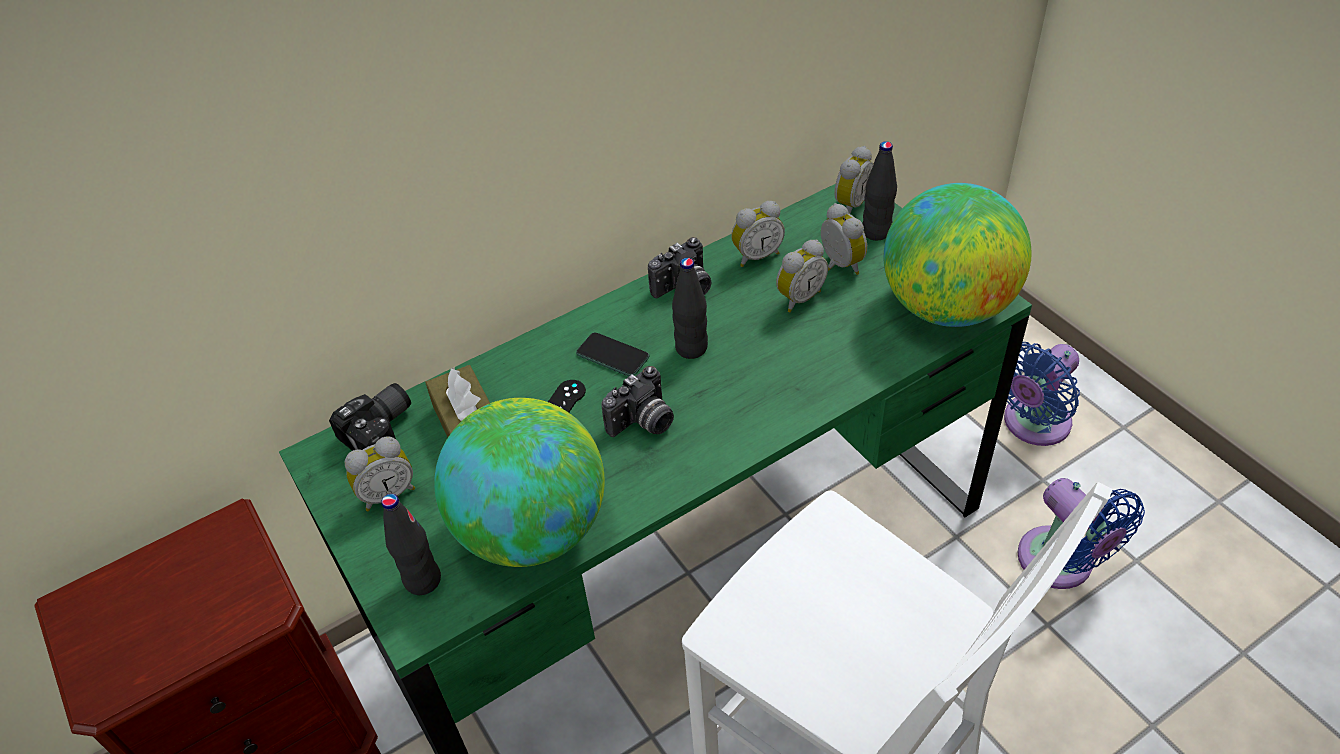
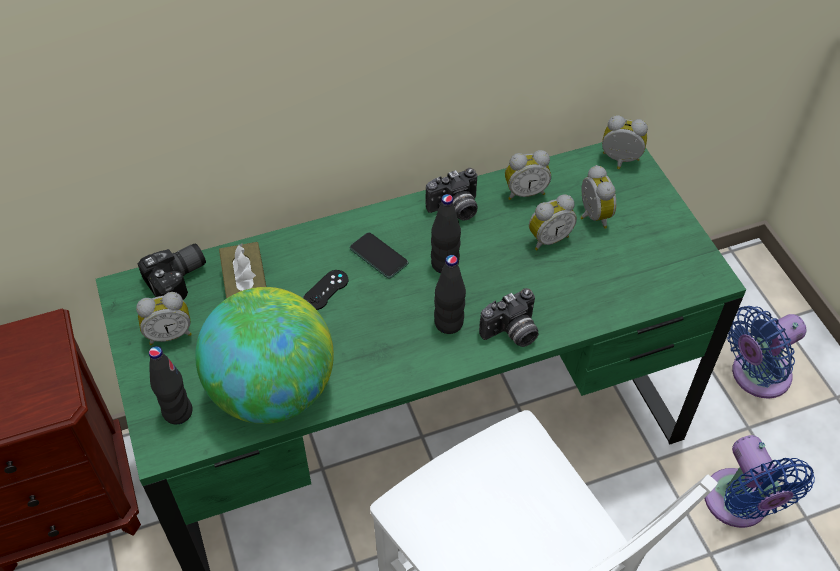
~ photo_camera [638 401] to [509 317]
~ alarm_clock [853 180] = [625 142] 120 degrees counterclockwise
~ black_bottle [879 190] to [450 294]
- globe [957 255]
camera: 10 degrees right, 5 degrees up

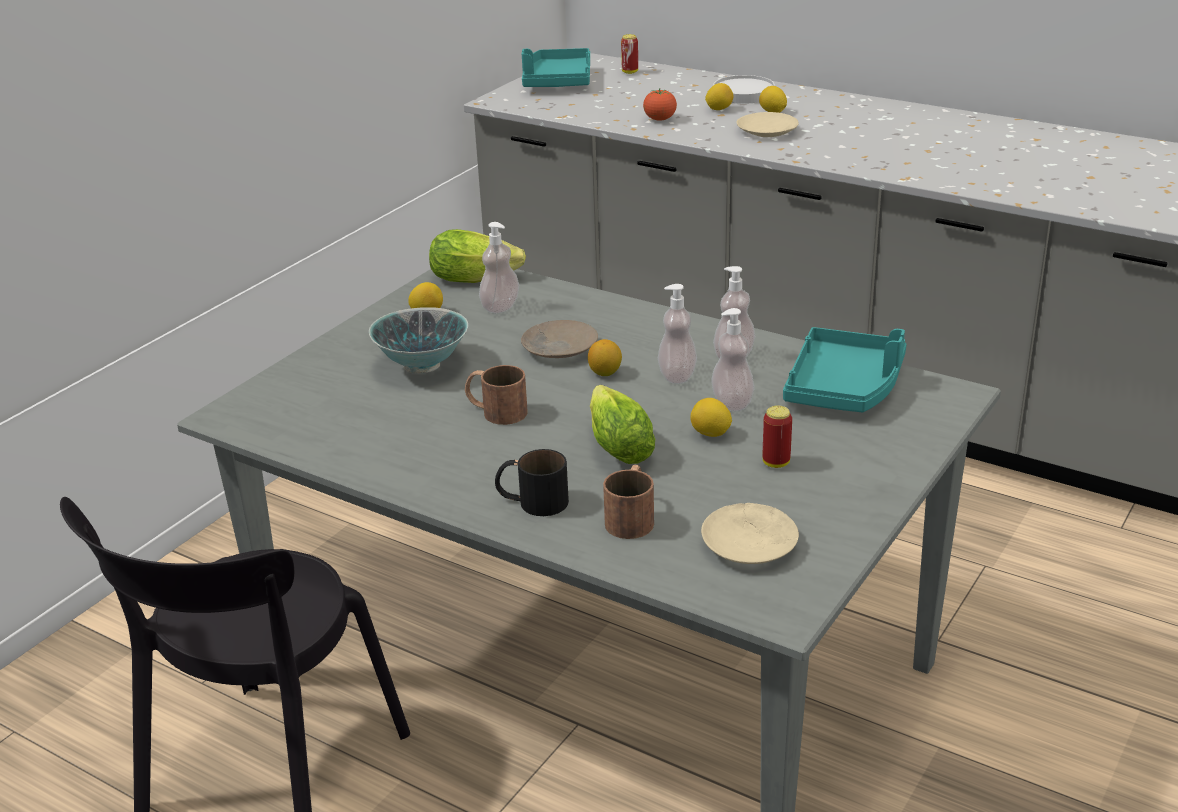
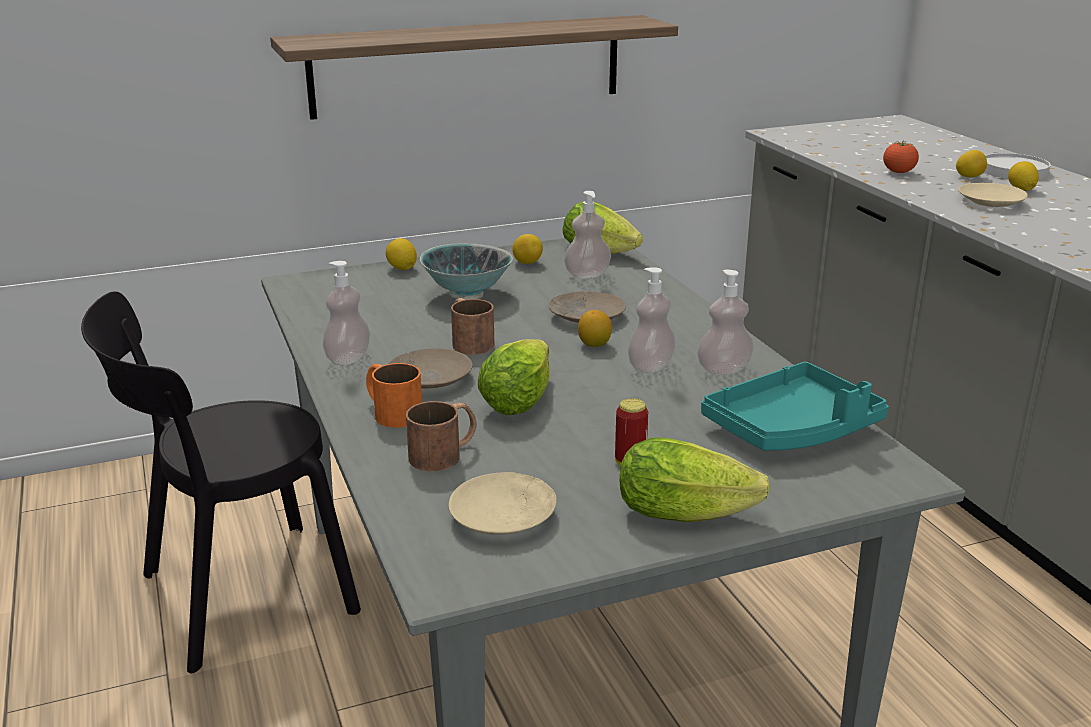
~ black_mug [532 482] to orange_mug [394 395]
- turquoise_tray [556 67]
- can [629 54]
~ lemon [711 417] to [401 254]
~ soap_dispenser [732 359] to [346 313]
+ shelf [474 67]
+ beige_plate [431 368]
+ lettuce [695 479]
camera: 35 degrees right, 5 degrees down

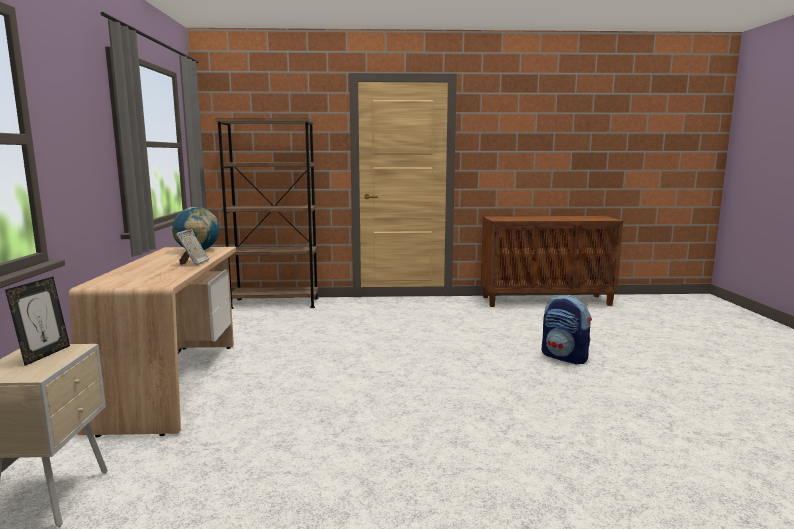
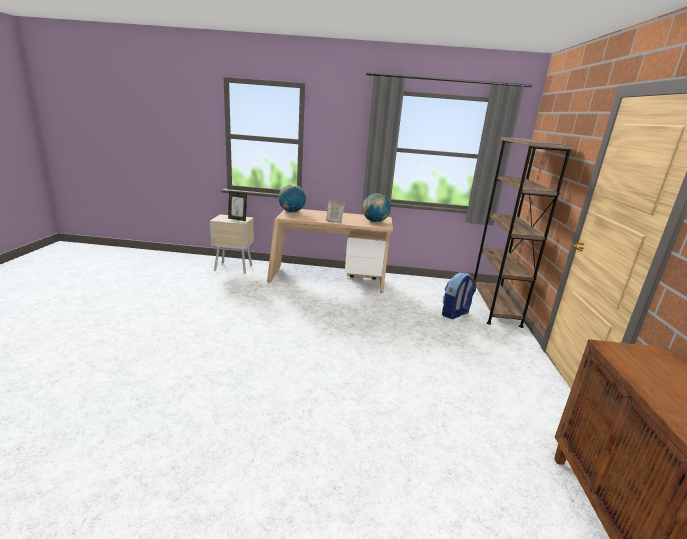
~ backpack [567 330] to [459 296]
+ globe [292 198]
camera: 95 degrees right, 10 degrees up

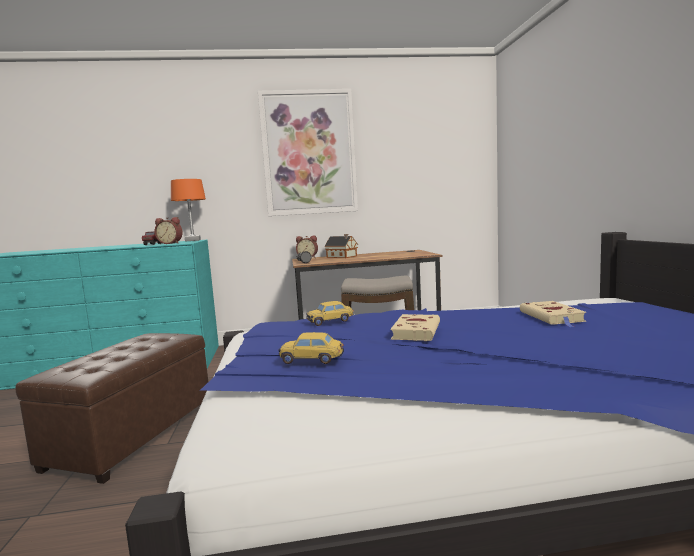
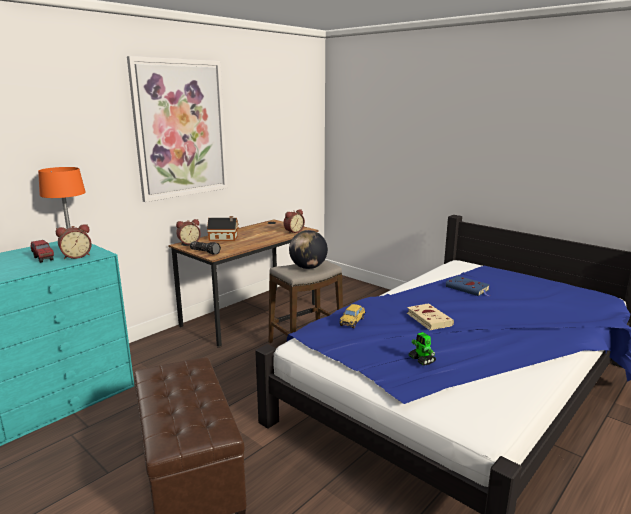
~ toy_car [311 348] to toy_robot [422 349]
~ beige_book [553 314] to blue_book [468 286]
+ alarm_clock [294 221]
+ globe [308 249]
camera: 40 degrees left, 10 degrees up

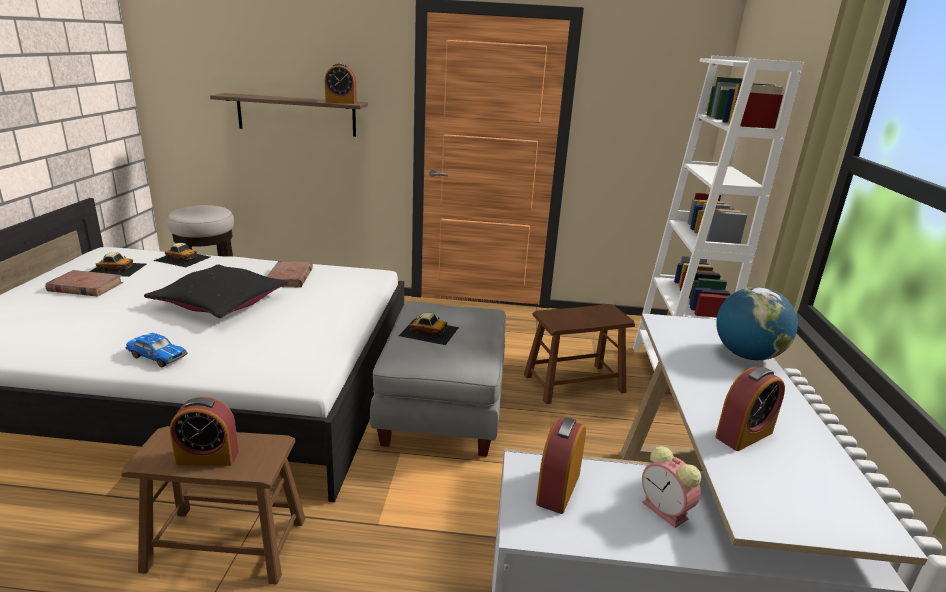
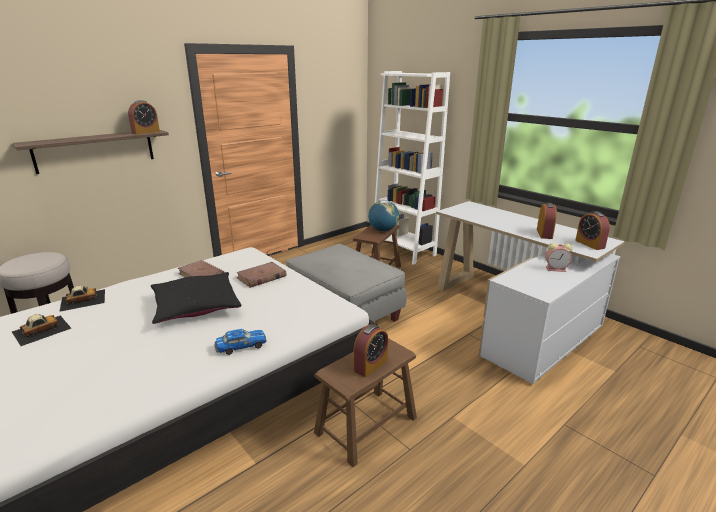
~ brown_book [84 283] to [261 275]
- toy_car [429 328]
~ alarm_clock [561 465] to [592 230]
~ globe [757 323] to [383 215]
camera: 45 degrees left, 0 degrees up

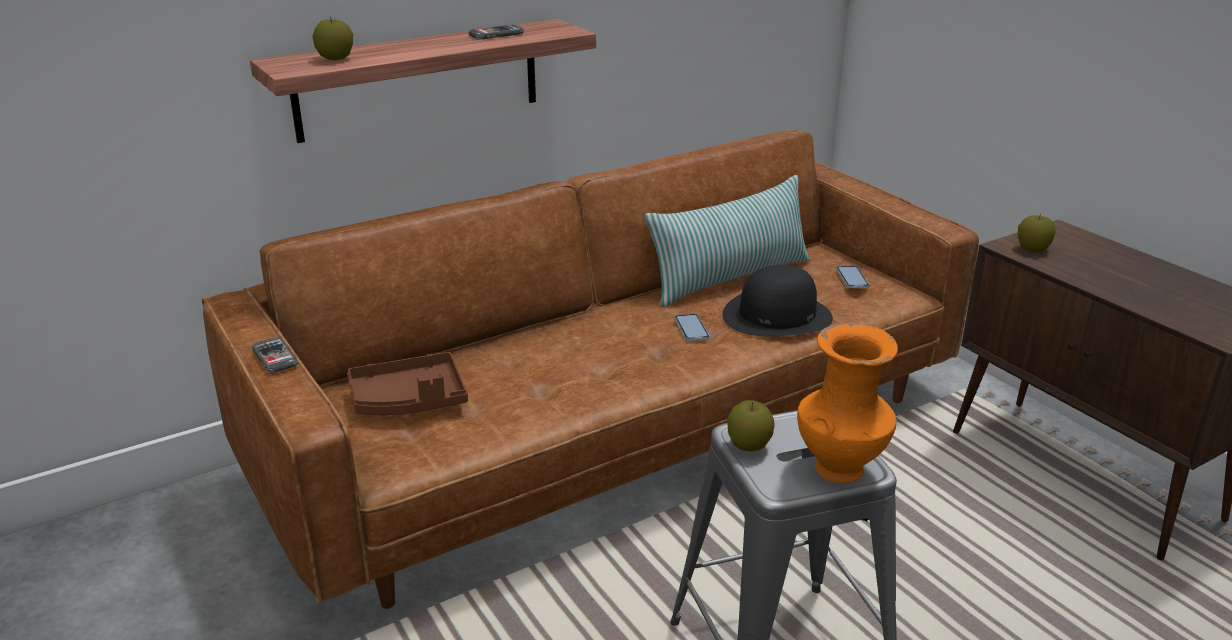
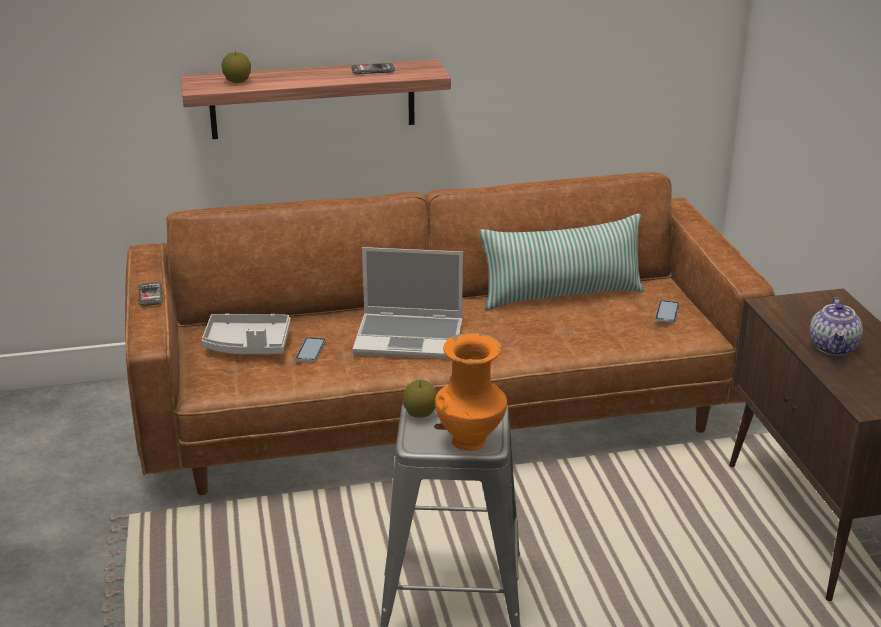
~ brown_tray [407 383] to grey_tray [246 333]
~ phone [692 327] to [310 349]
- black_hat [778 301]
- apple [1037 233]
+ laptop [408 303]
+ teapot [836 326]
camera: 20 degrees right, 0 degrees up

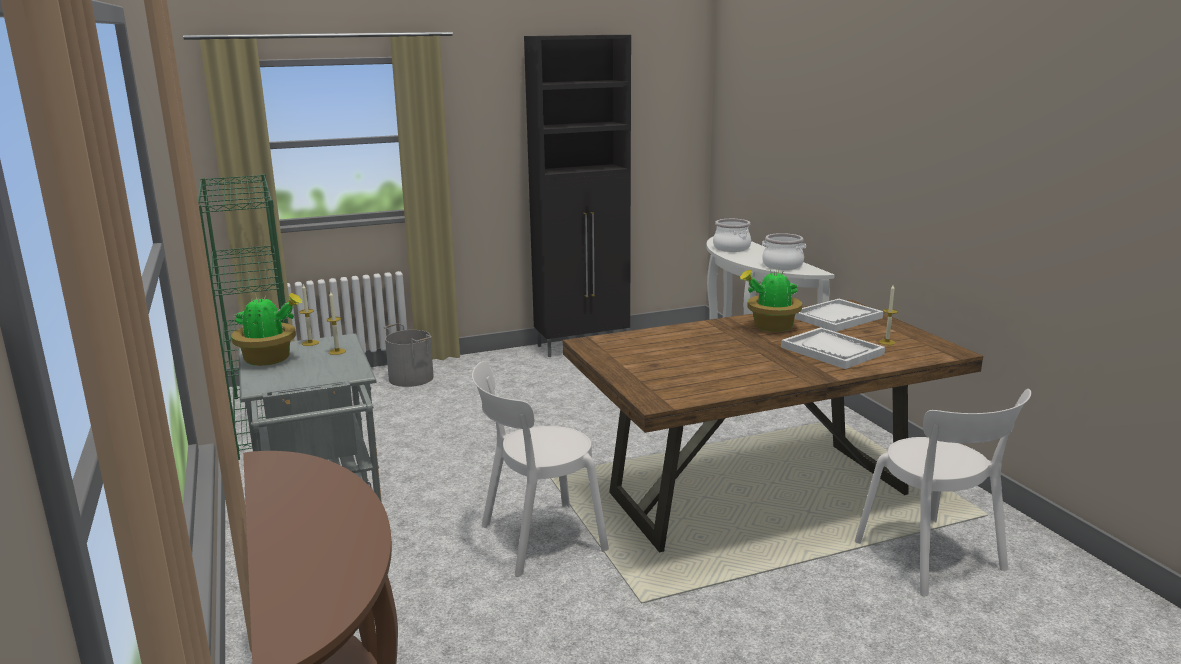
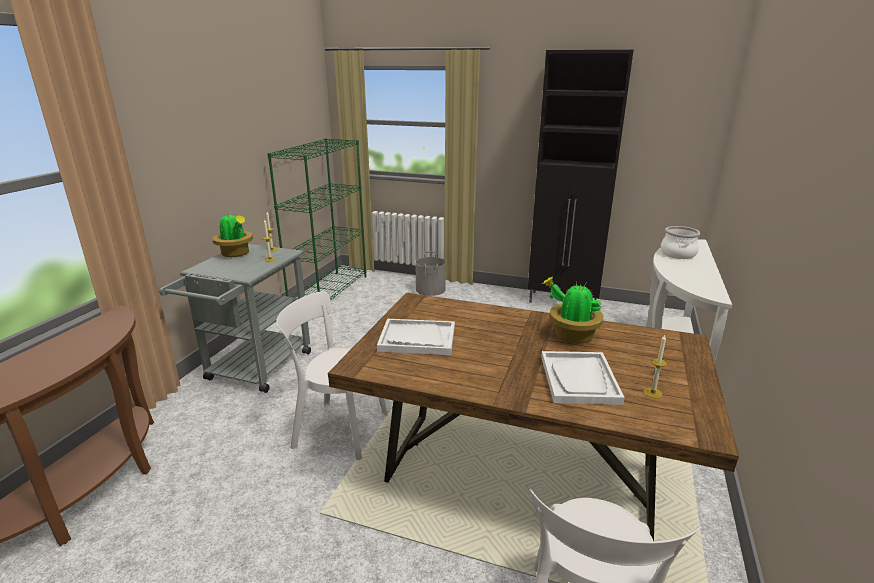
- cooking_pot [784 251]
~ white_tray [838 315] to [416 337]
camera: 40 degrees right, 5 degrees up

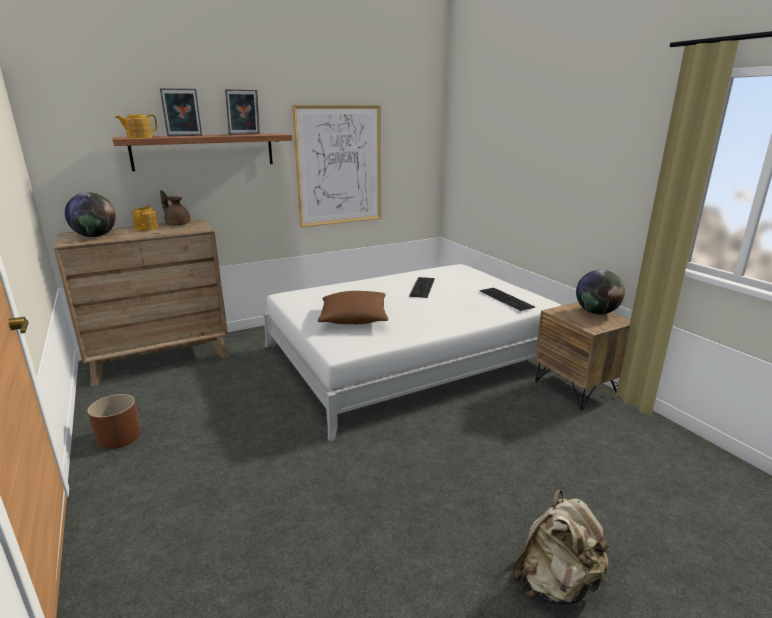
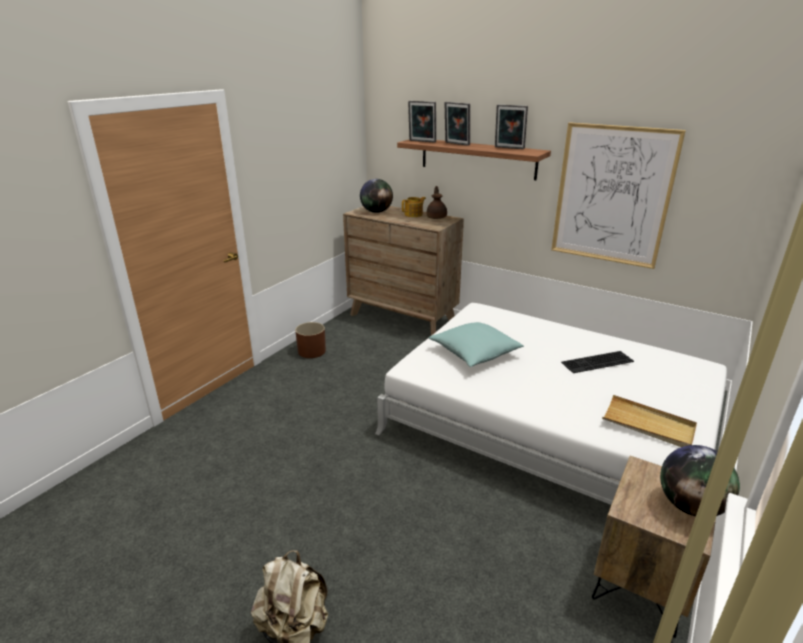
~ teapot [136 126] to picture_frame [422 122]
~ brown_pillow [353 307] to turquoise_pillow [476 344]
~ keyboard [507 299] to beige_tray [649 421]
camera: 60 degrees right, 5 degrees up

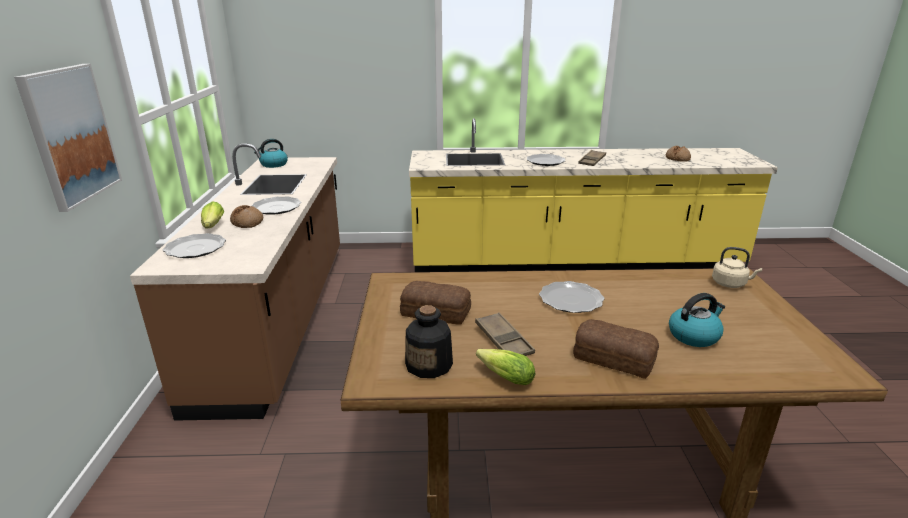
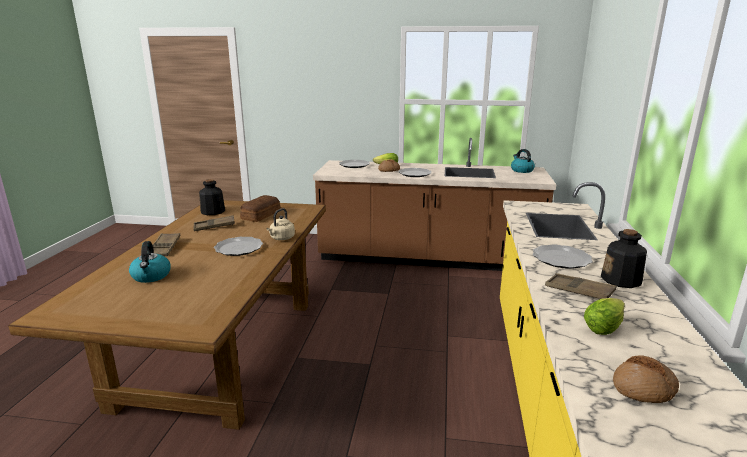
- picture [68 138]
~ lettuce [505 367] to [604 316]
~ bread [616 349] to brown_tray [166 244]
~ beige_kettle [737 267] to [280 224]
+ bottle [624 258]
camera: 100 degrees right, 5 degrees down

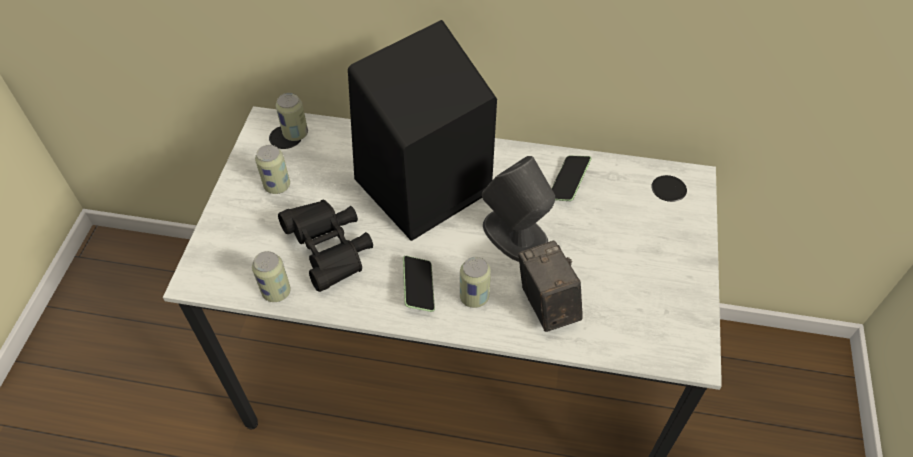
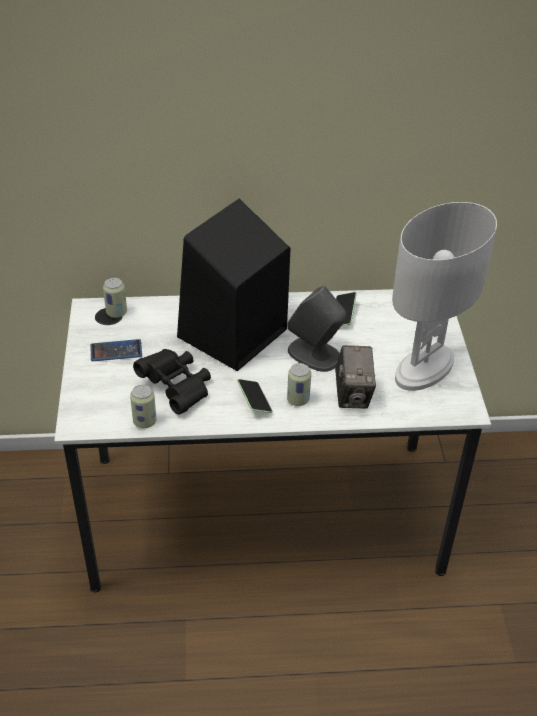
~ can [272 169] to phone [116 350]
~ photo_camera [550 286] = [355 376] 150 degrees counterclockwise
+ white_table_lamp [444 296]
camera: 15 degrees left, 10 degrees down

